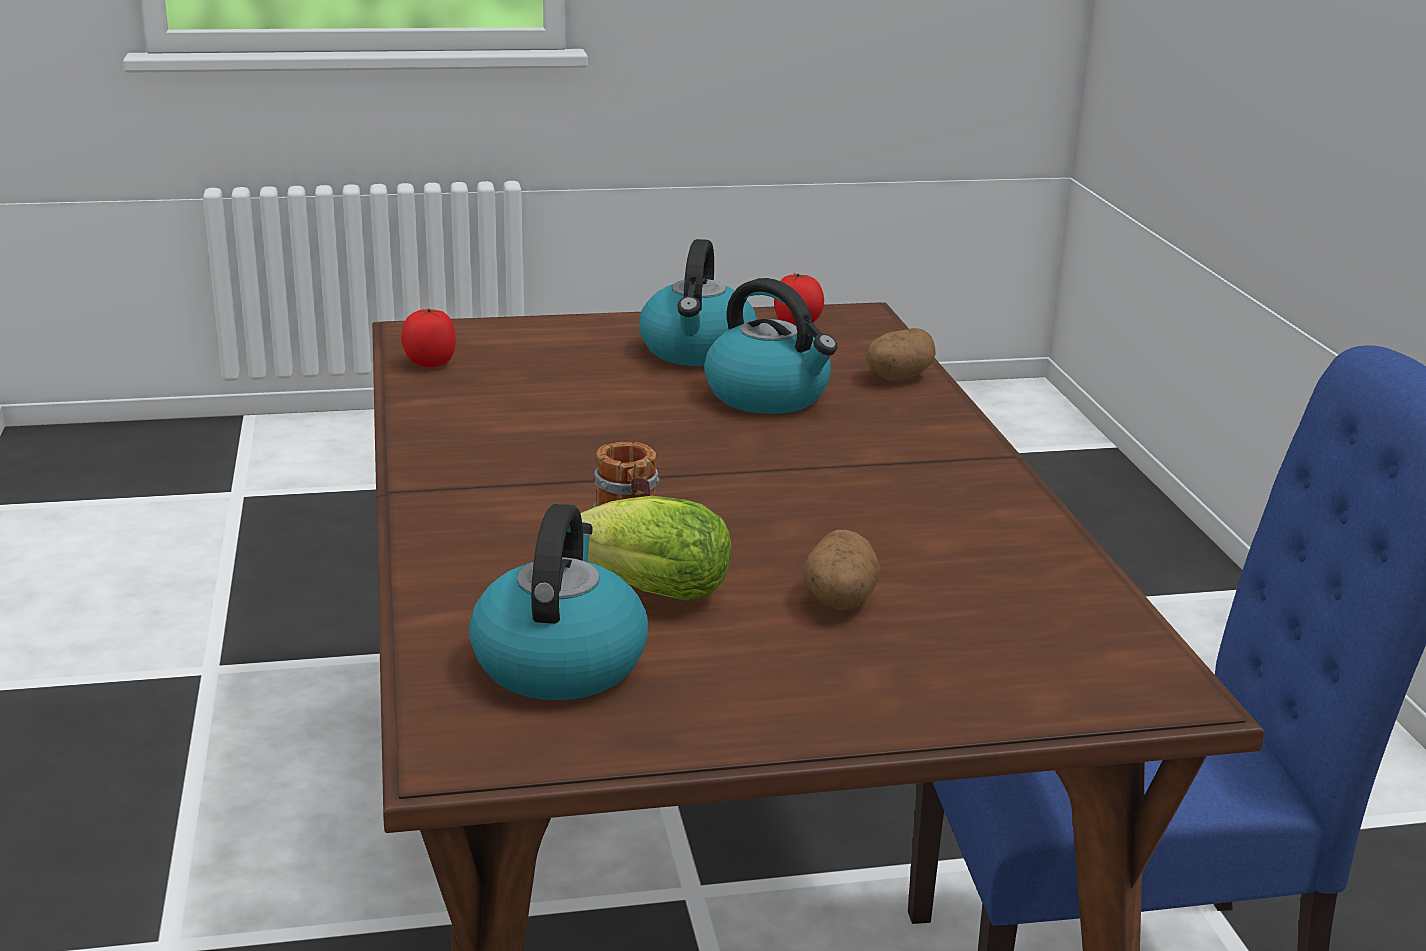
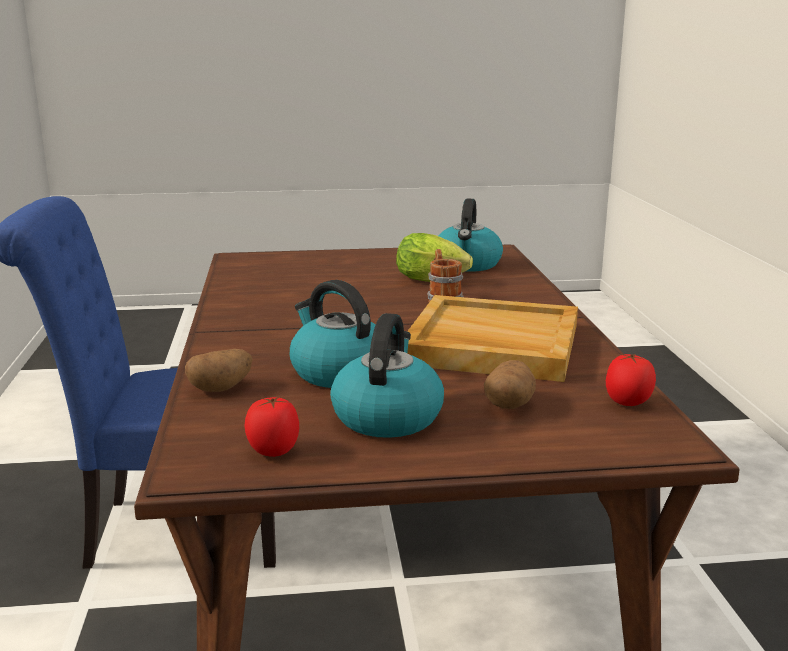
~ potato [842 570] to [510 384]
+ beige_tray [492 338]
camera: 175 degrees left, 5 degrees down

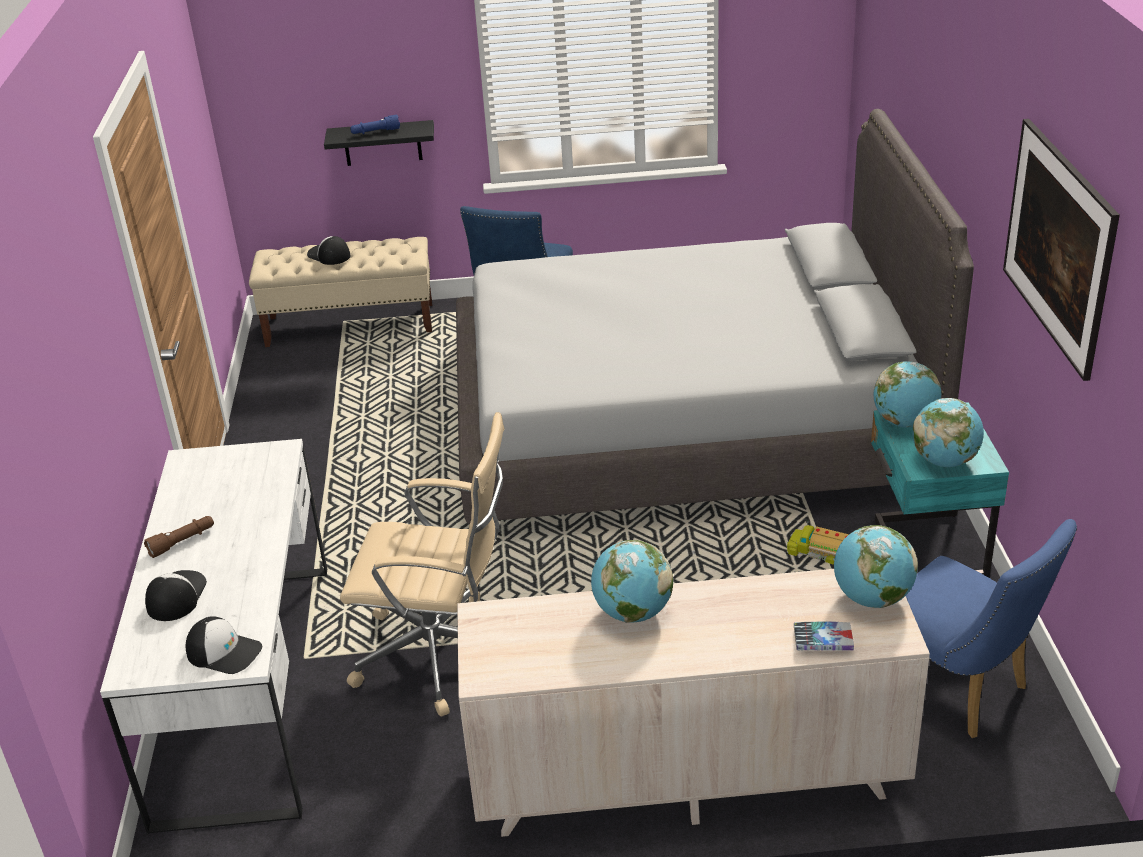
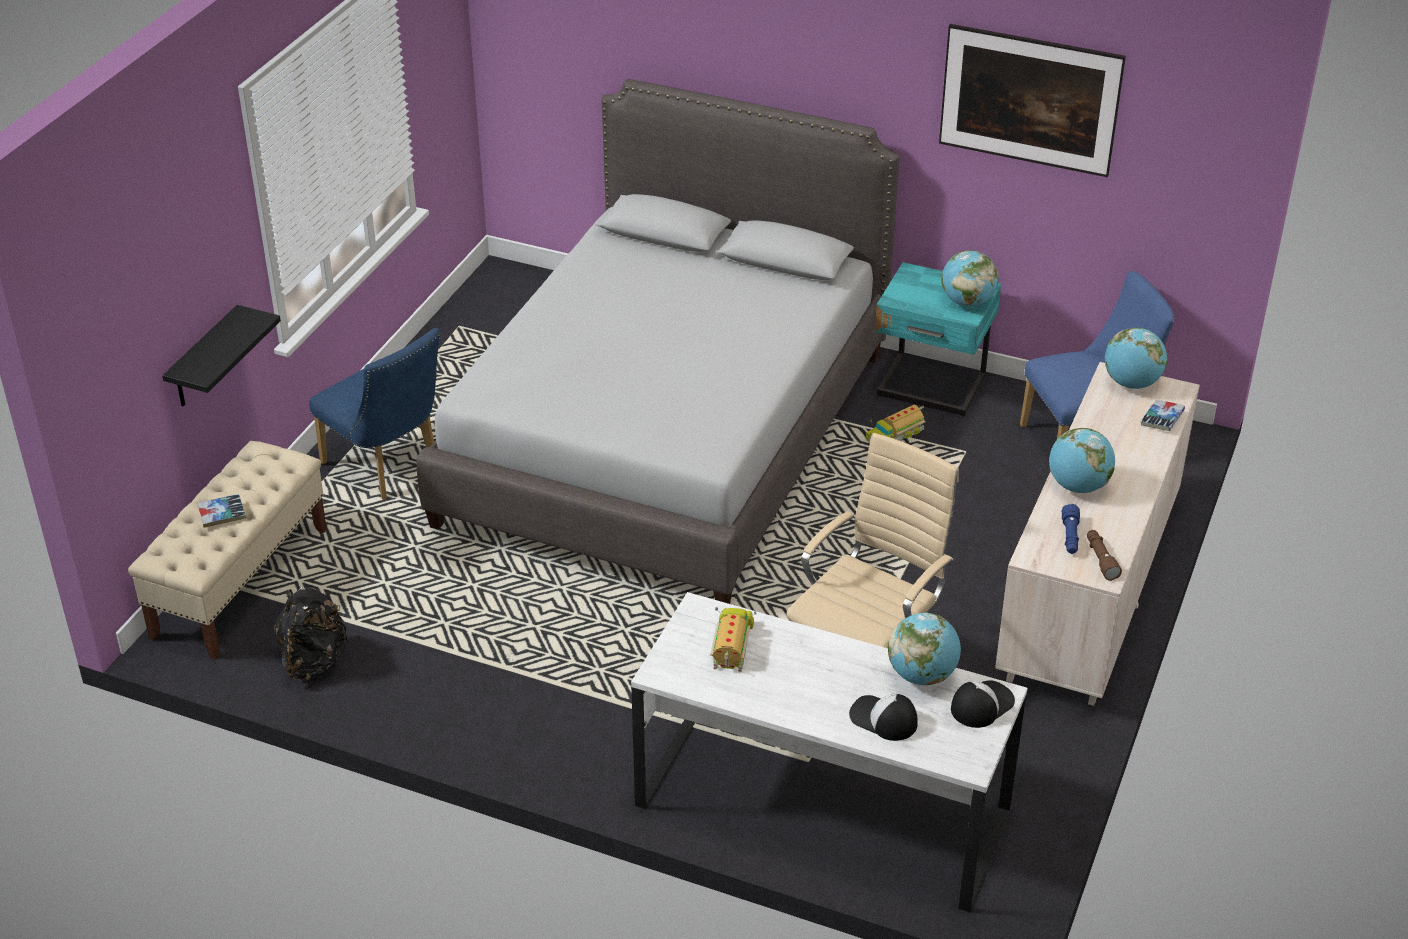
~ brown_flashlight [179 537] to [1104 555]
~ cap [328 250] to book [221 511]
~ blue_flashlight [375 124] to [1071 529]
~ globe [907 394] to [924 649]
+ black_backpack [311 634]
+ toy_truck [733 639]
camera: 65 degrees left, 5 degrees up

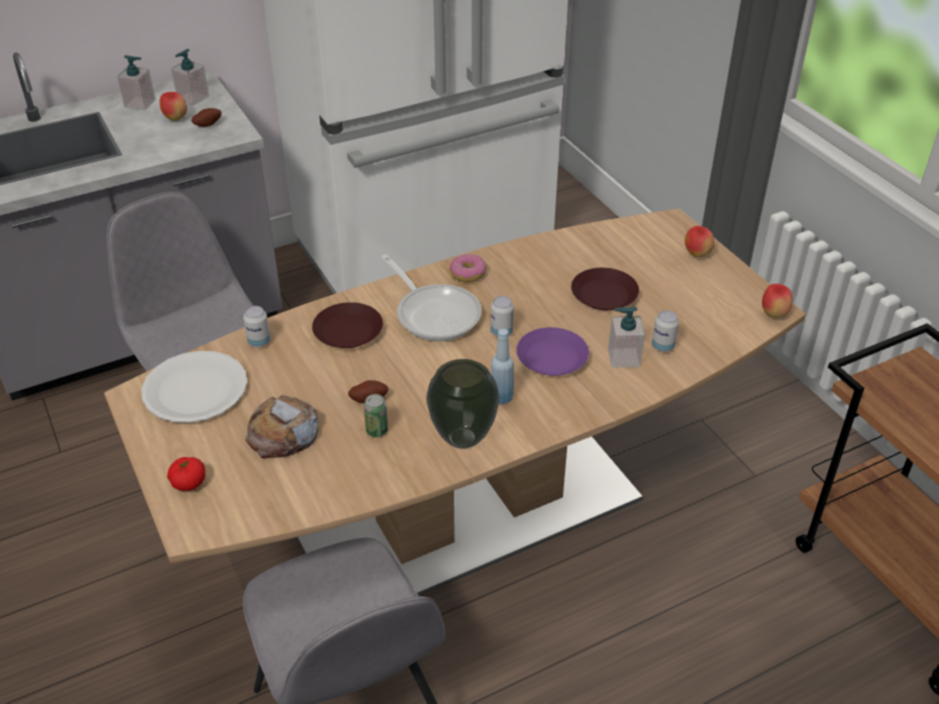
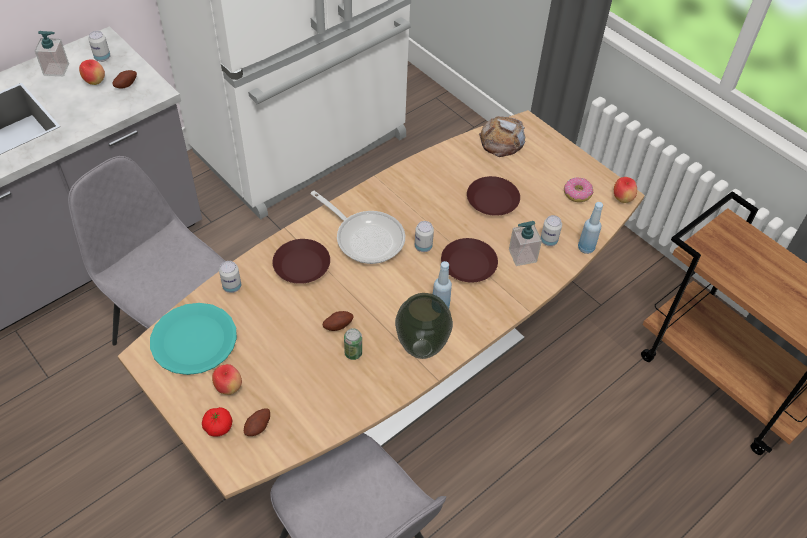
~ white_plate [194 387] to turquoise_plate [193 339]
~ soap_dispenser [190 77] to can [99 46]
~ bread [282 426] to [502 136]
~ donut [468 268] to [578 189]
~ purple_plate [552 351] to brown_plate [469 260]
~ apple [699 242] to [227 379]
+ potato [257 422]
+ blue_bottle [590 228]
camera: 15 degrees left, 10 degrees up

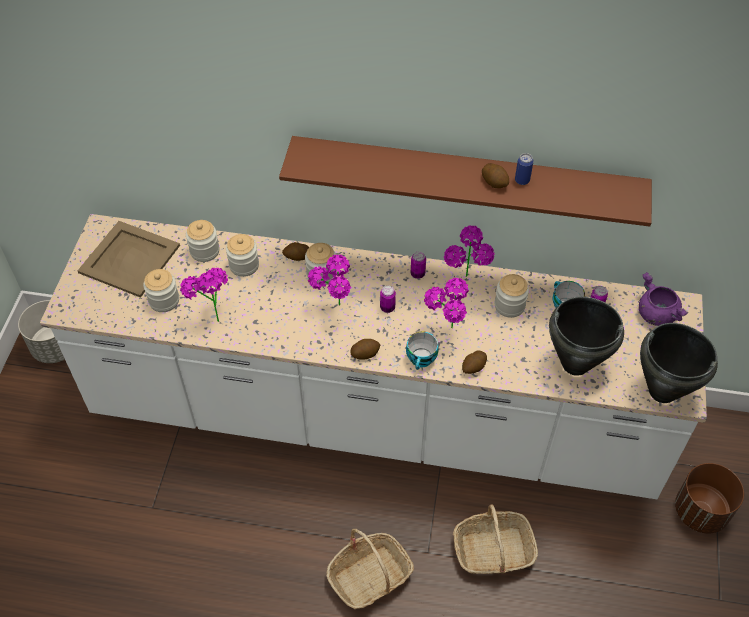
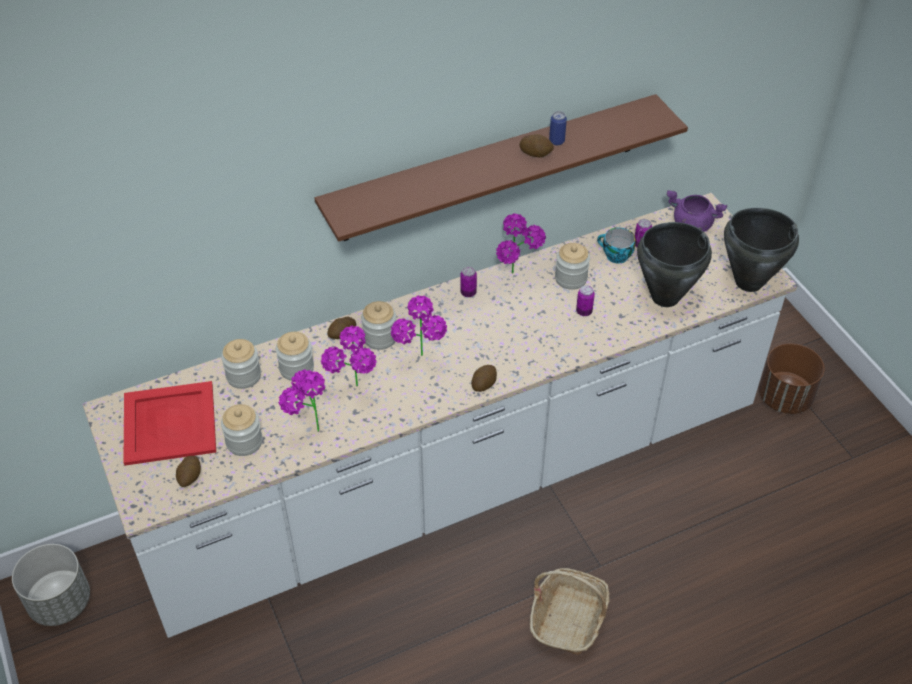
~ beige_tray [128 259] to red_tray [169 423]
~ can [388 299] to [585 300]
- cup [422 350]
~ potted_plant [446 302] to [349 355]
- basket [495 539]
~ potato [474 362] to [188 471]
camera: 35 degrees left, 5 degrees down

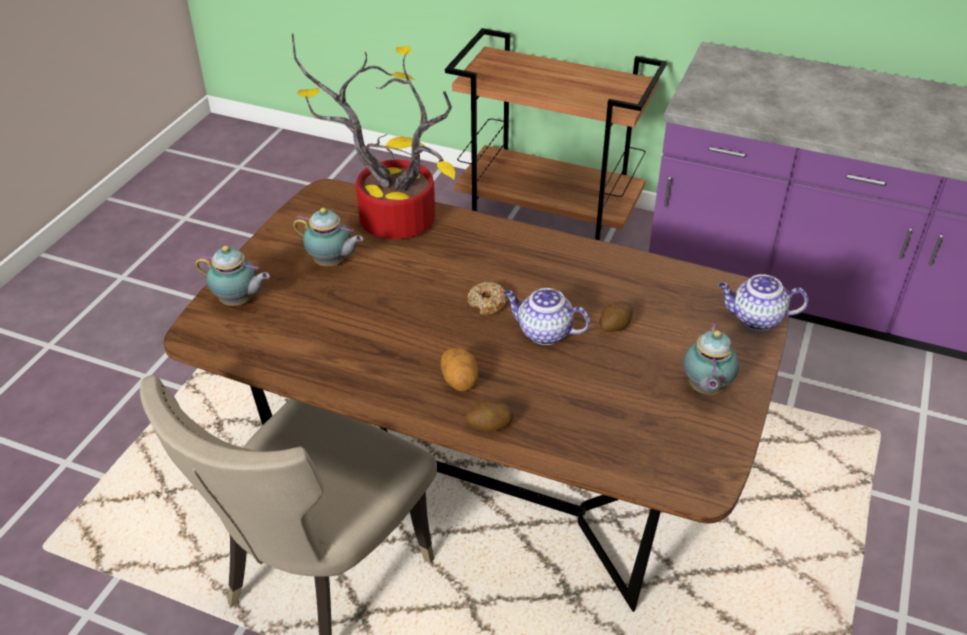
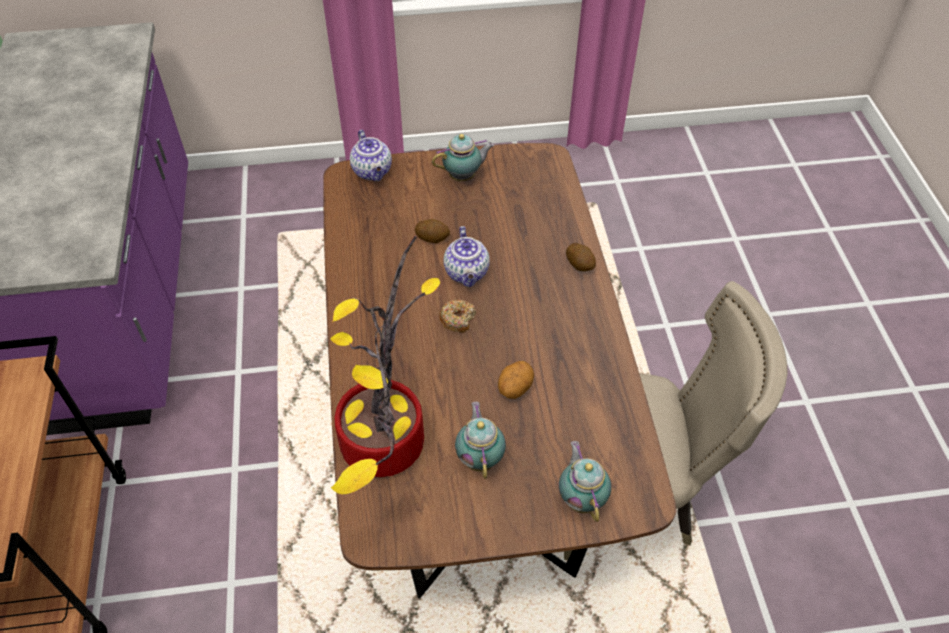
~ potato [459 369] to [516 380]
camera: 120 degrees left, 10 degrees up

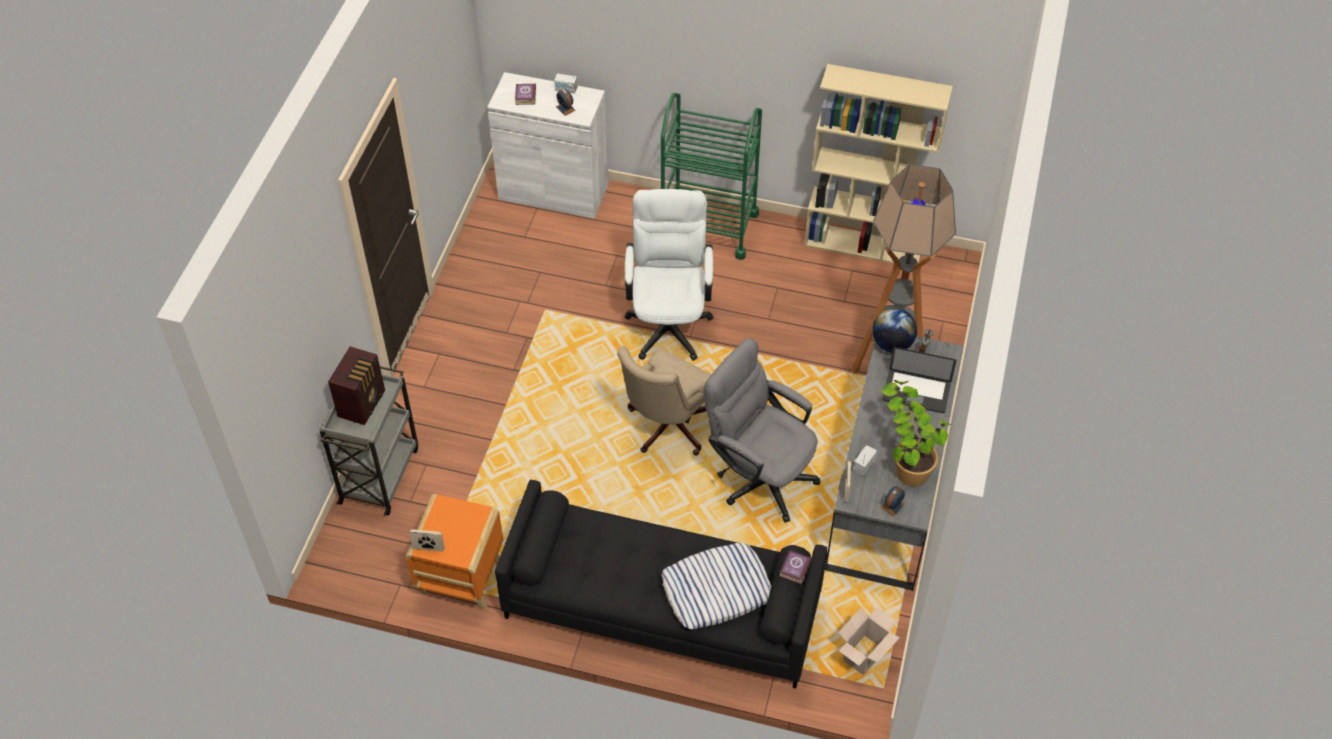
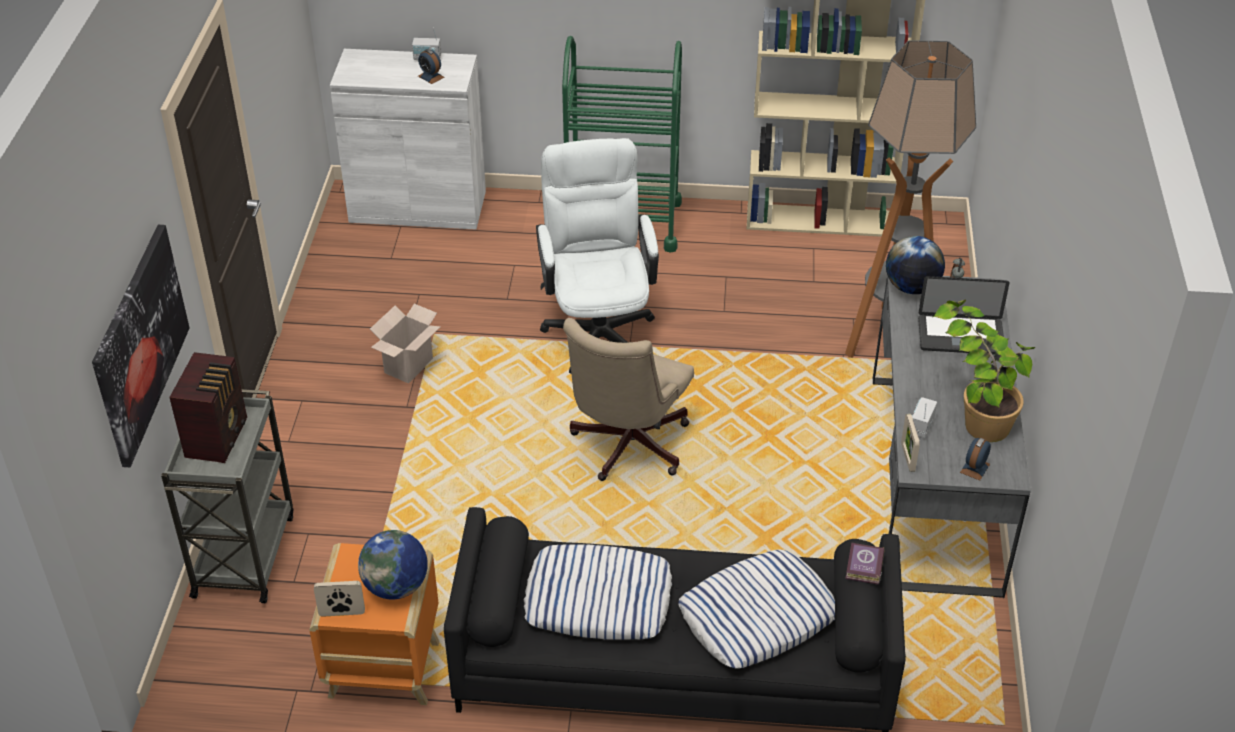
- book [525 94]
- grey_office_chair [762 430]
~ cardboard_box [869 641] to [405 344]
+ picture [141 346]
+ globe [393 564]
+ pillow [597 591]
camera: 10 degrees left, 10 degrees down

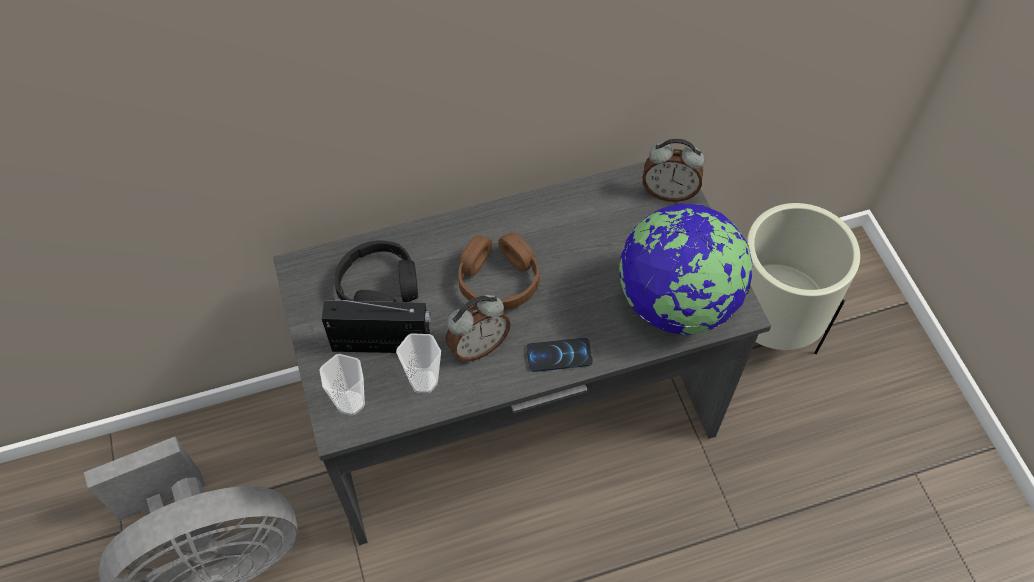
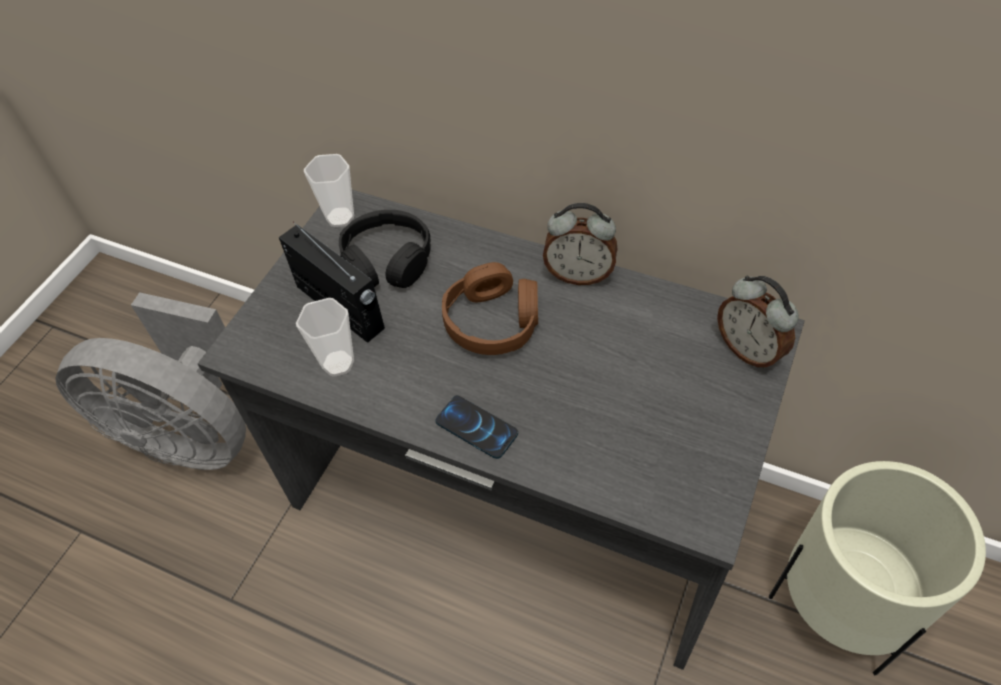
~ cup [342 385] to [329 190]
~ alarm_clock [478 328] to [580 244]
- globe [686 269]
camera: 45 degrees right, 5 degrees down

